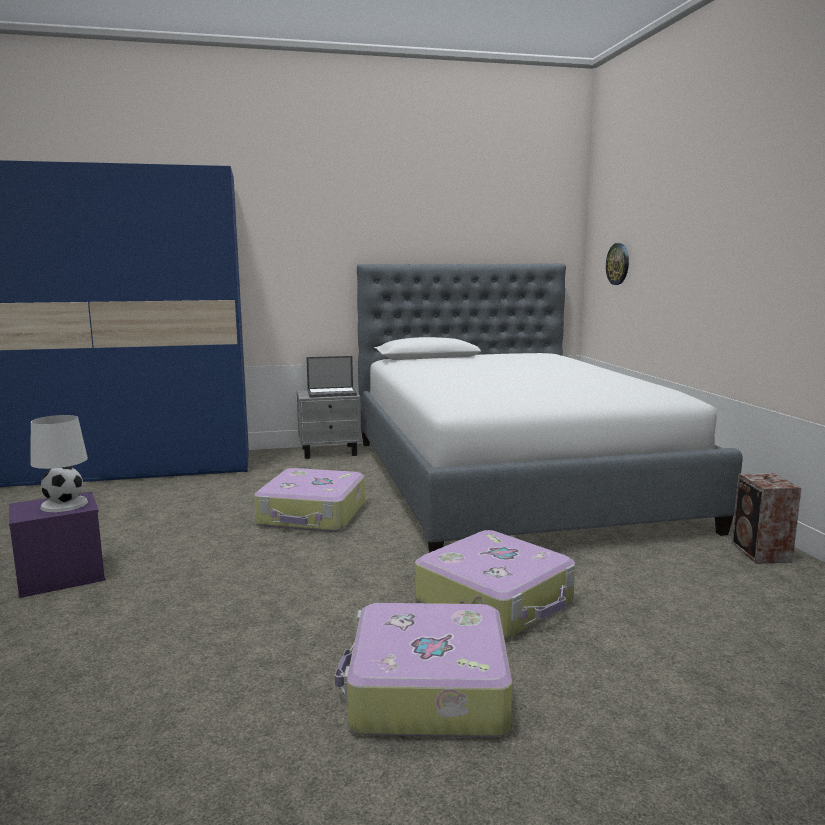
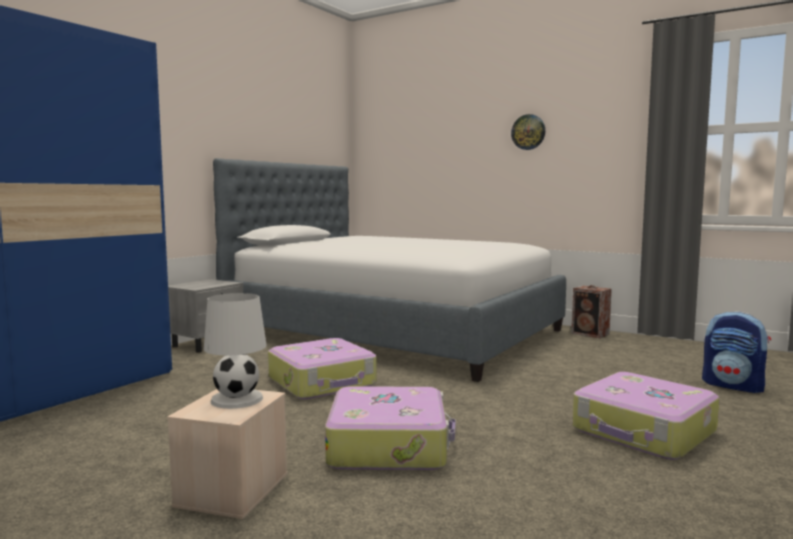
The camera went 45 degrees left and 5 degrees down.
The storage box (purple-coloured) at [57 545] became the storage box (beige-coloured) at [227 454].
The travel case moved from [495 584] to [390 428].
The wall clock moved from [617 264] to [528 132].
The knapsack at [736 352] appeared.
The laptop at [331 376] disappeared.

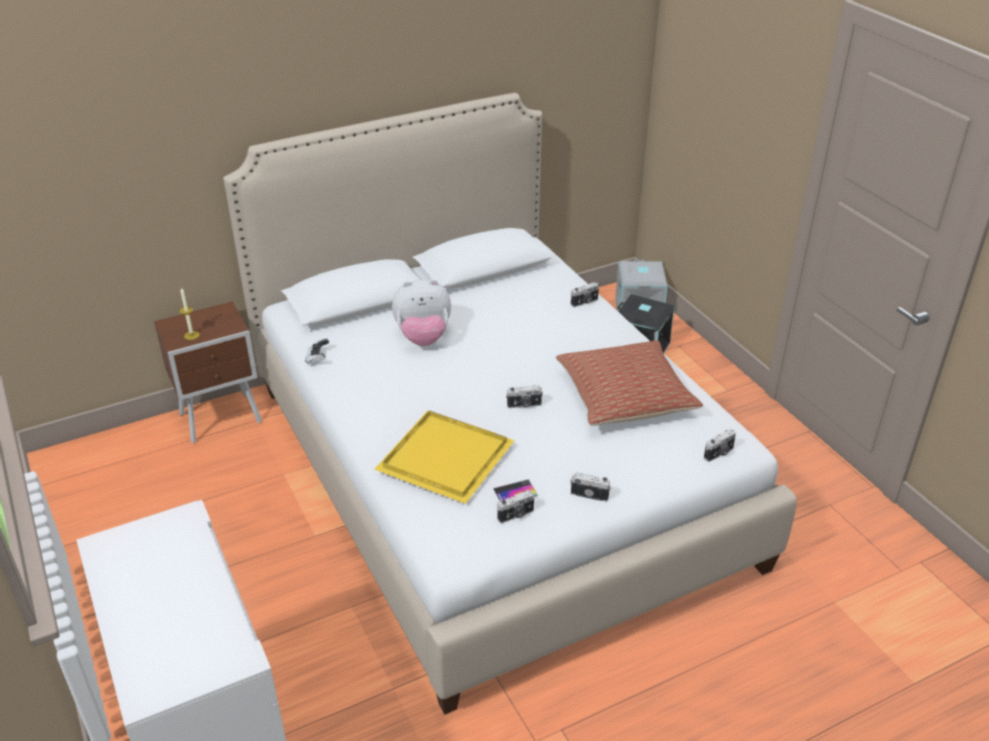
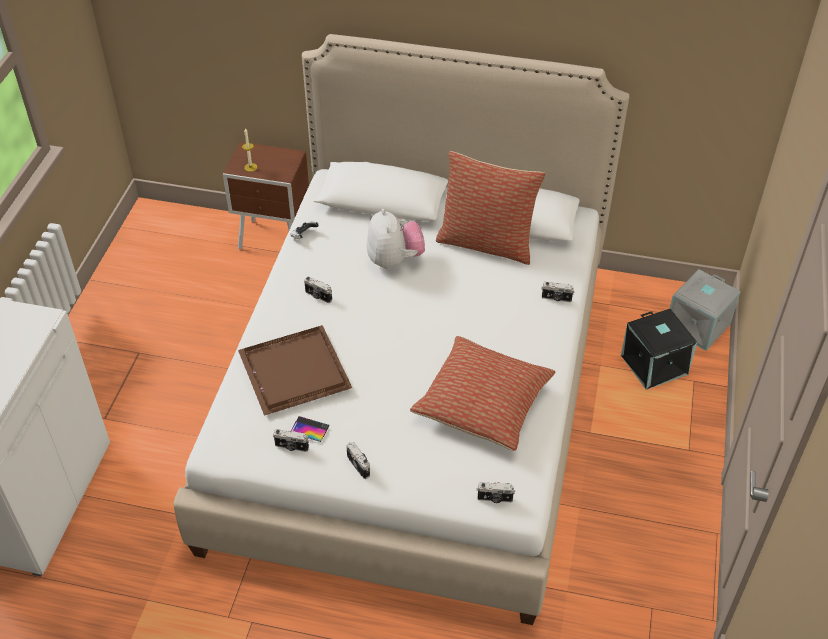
The camera went 40 degrees right and 10 degrees up.
The serving tray (yellow) at [444 457] became the serving tray (brownish) at [295 370].
The photo camera moved from [524 396] to [318 290].
The plush toy at [421 312] turned 135 degrees counterclockwise.
The pillow at [490 208] appeared.

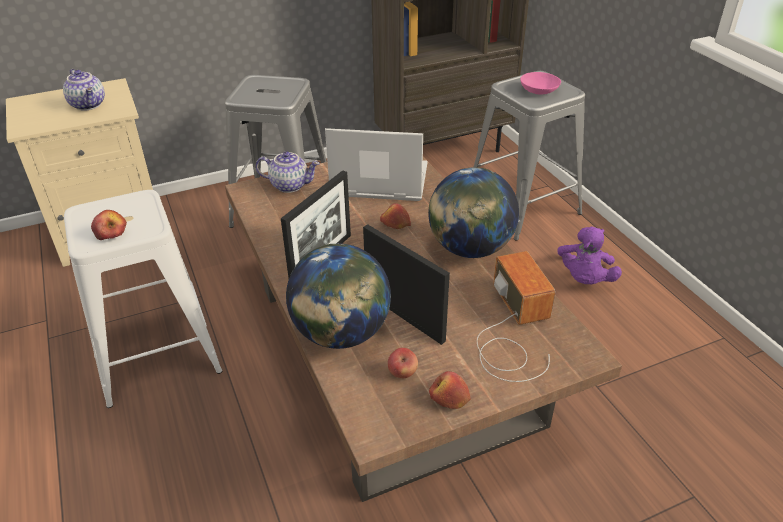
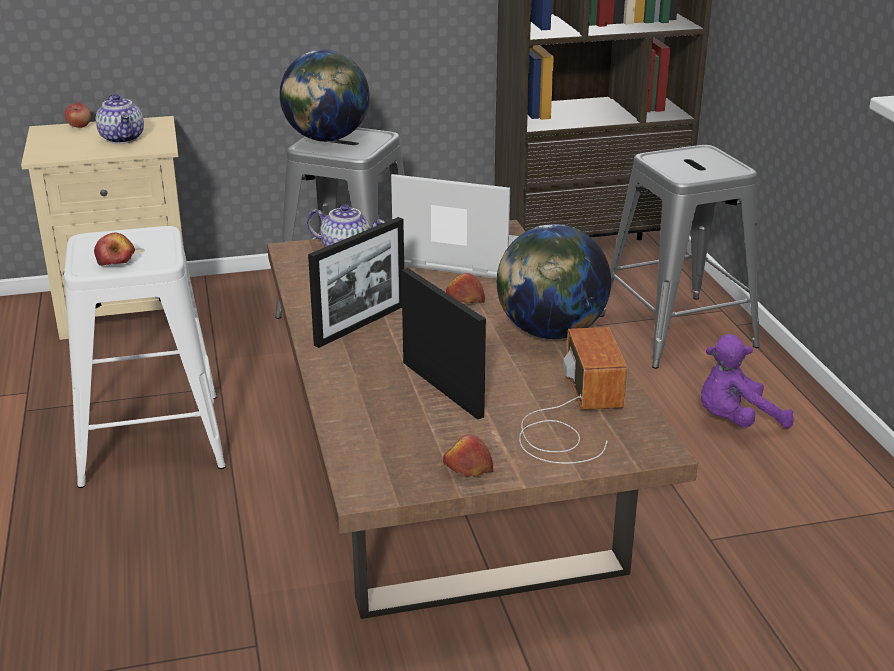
The camera went 10 degrees right and 10 degrees down.
The apple fruit moved from [403 363] to [78 115].
The world globe moved from [338 296] to [325 95].
The plush toy (purple-coloured) at [590 255] turned 45 degrees clockwise.
The deep dish (pinkish) at [540 83] disappeared.

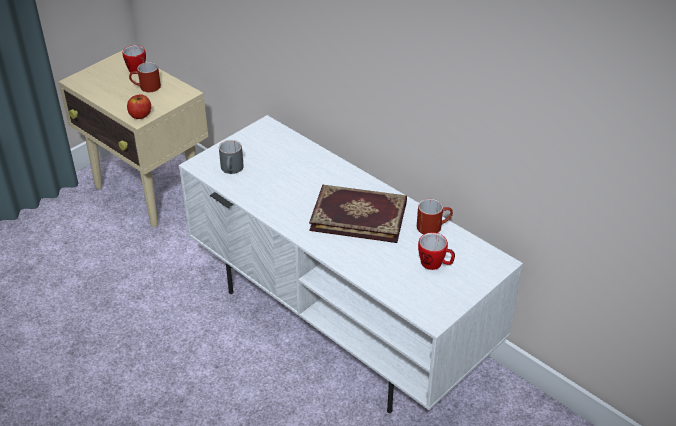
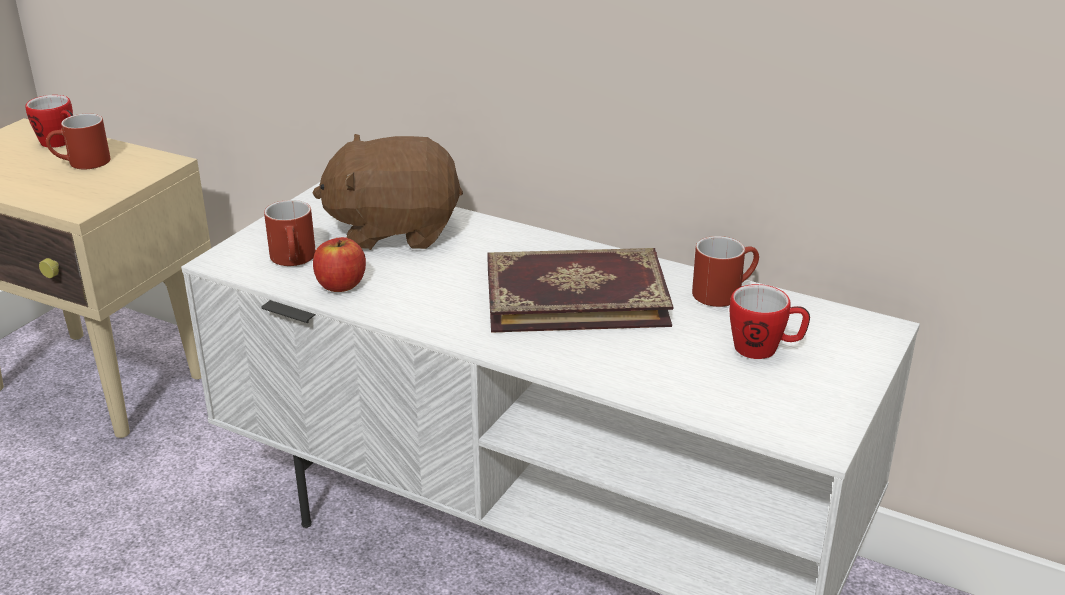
The camera went 15 degrees left and 10 degrees down.
The tea mug (gray) at [231 157] became the tea mug (red-coloured) at [290 233].
The plush toy (brownish) at [388 192] appeared.
The apple fruit moved from [139 106] to [339 264].

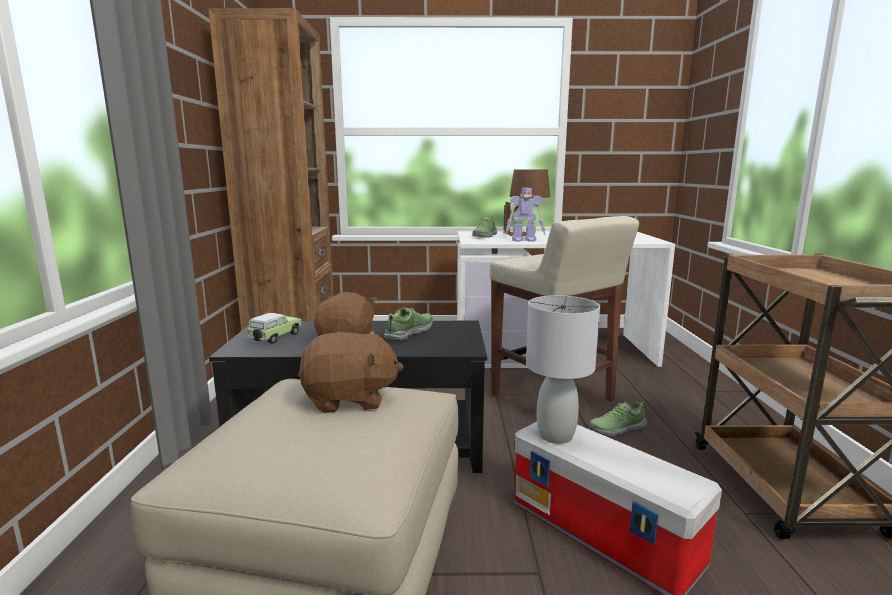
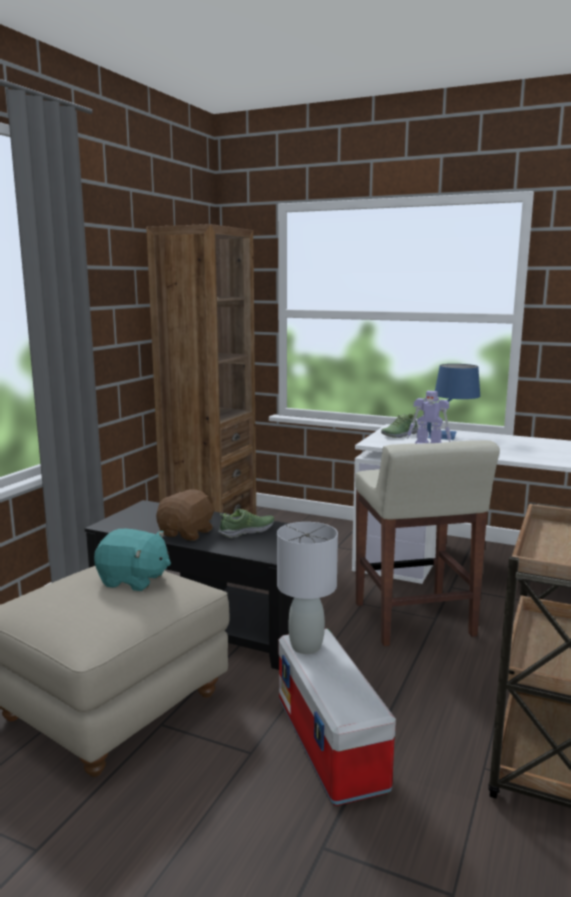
The camera went 25 degrees right and 0 degrees up.
The plush toy (brownish) at [351 372] became the plush toy (turquoise-coloured) at [132 560].
The tabletop lamp (brownish) at [527 203] became the tabletop lamp (bluish) at [453 402].
The toy car at [274 328] disappeared.
The low shoe at [618 418] disappeared.

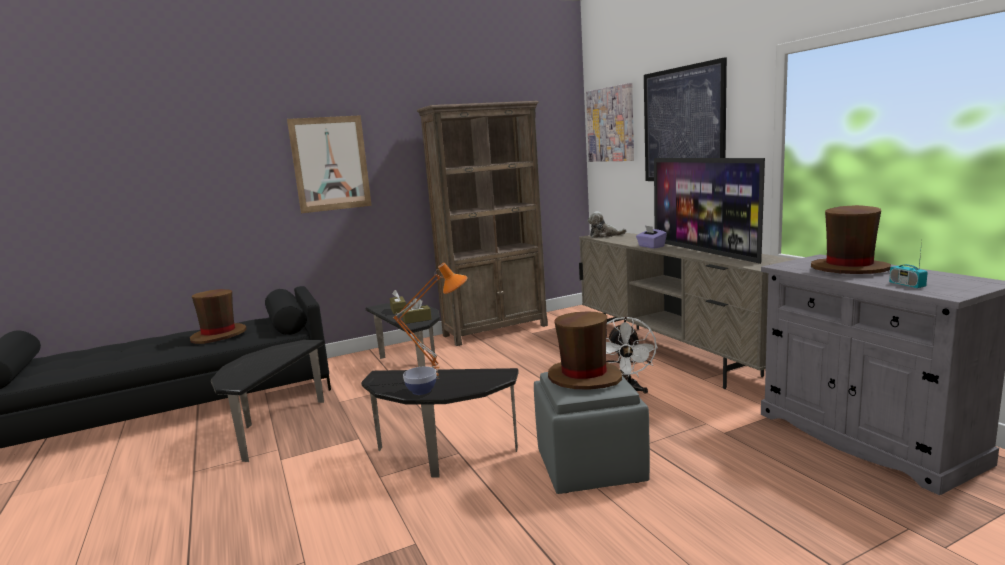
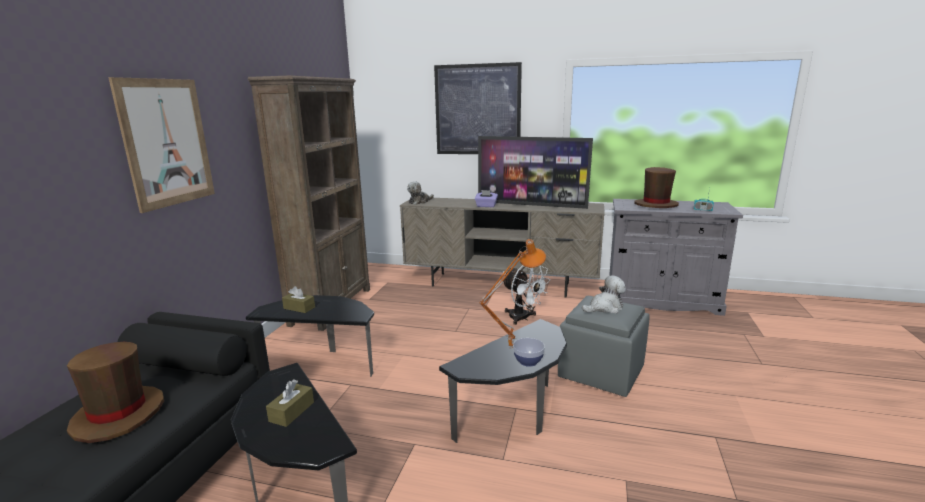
The camera went 50 degrees left and 5 degrees up.
The tissue box (brownish) moved from [416 311] to [290 403].
The hat (brownish) at [585 351] was replaced by the plush toy at [604 294].
The picture at [610 122] disappeared.

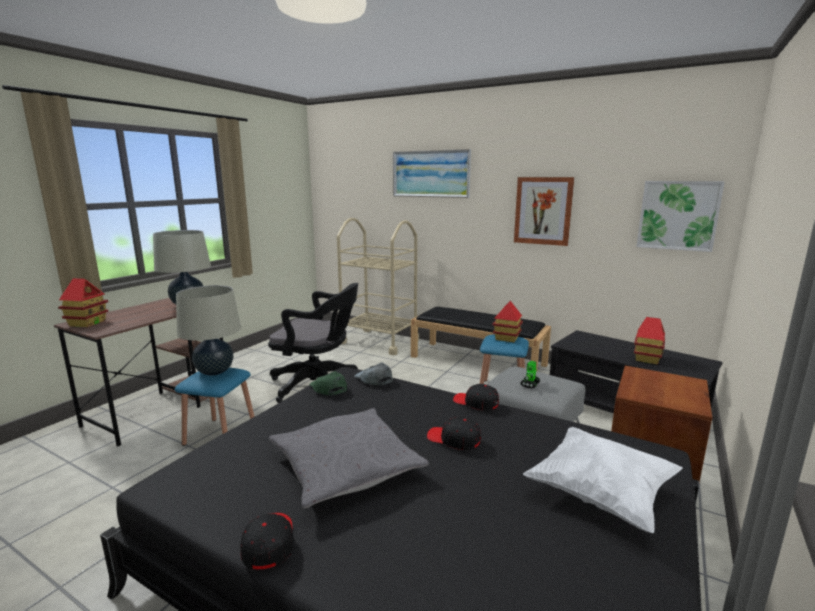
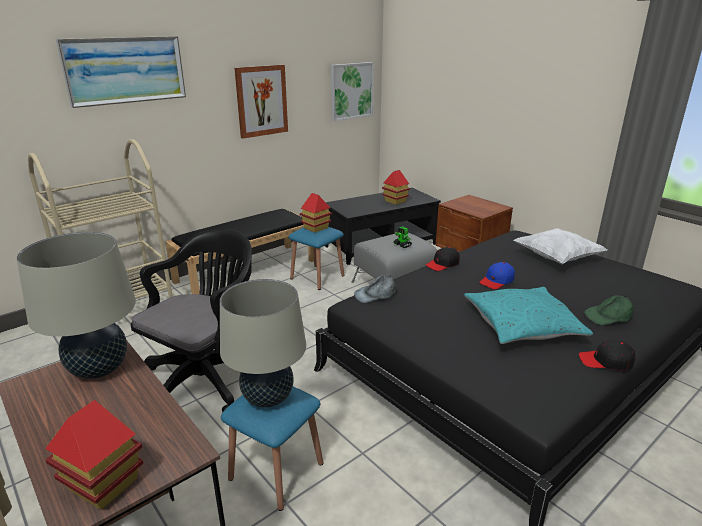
The camera went 70 degrees left and 10 degrees up.
The pillow (gray) at [349 458] became the pillow (turquoise-coloured) at [528 315].
The cap (black) at [454 433] became the cap (bluish) at [497 275].
The cap (green) moved from [328 383] to [609 310].

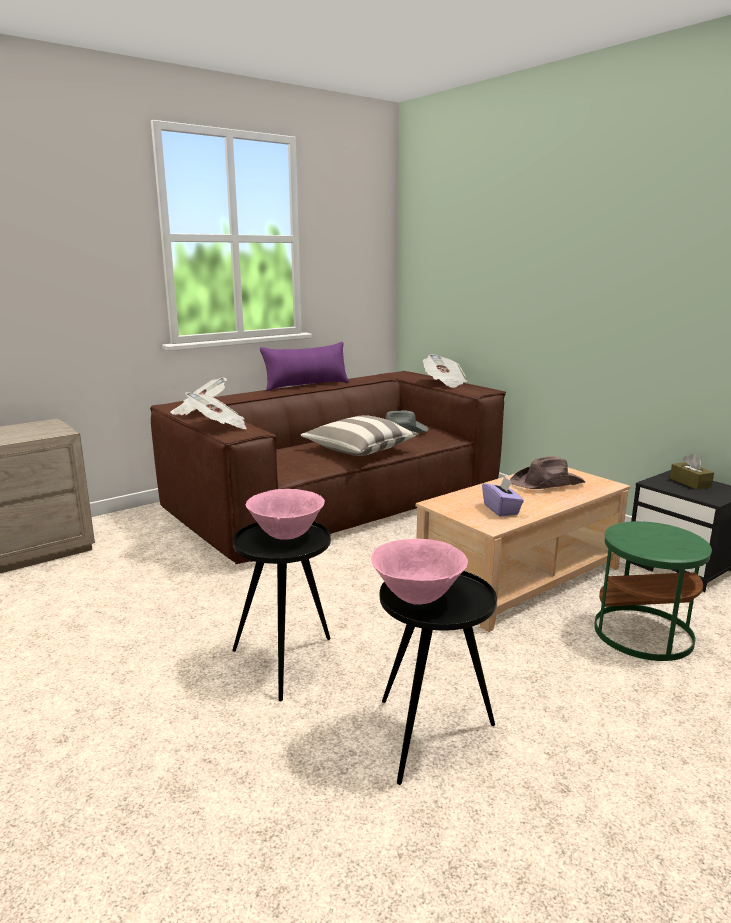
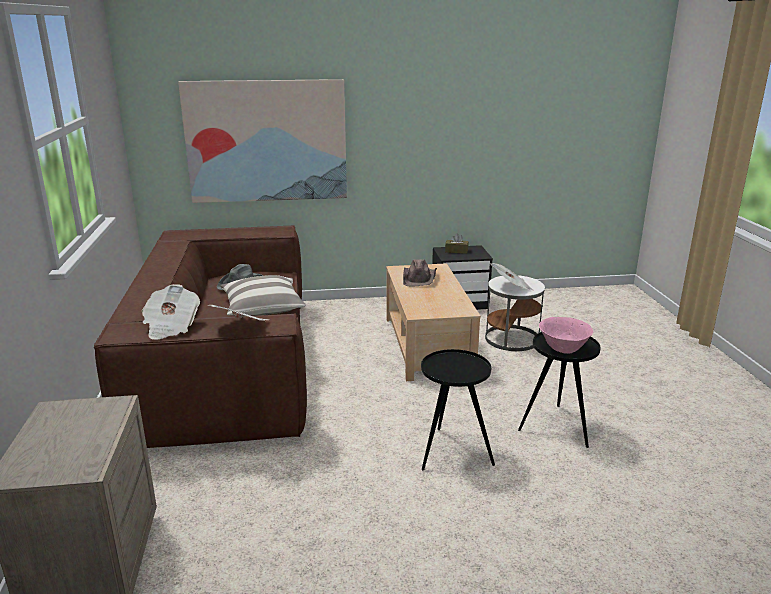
The camera went 60 degrees left and 5 degrees up.
The picture at [262 141] appeared.
The accent table (green) at [653 591] became the accent table (whitish) at [515 313].
The printed paper moved from [445 371] to [511 276].
The deep dish (pinkish) at [285 514] disappeared.
The pillow (purple-coloured) at [304 366] disappeared.
The tissue box (purple-coloured) at [503 496] disappeared.

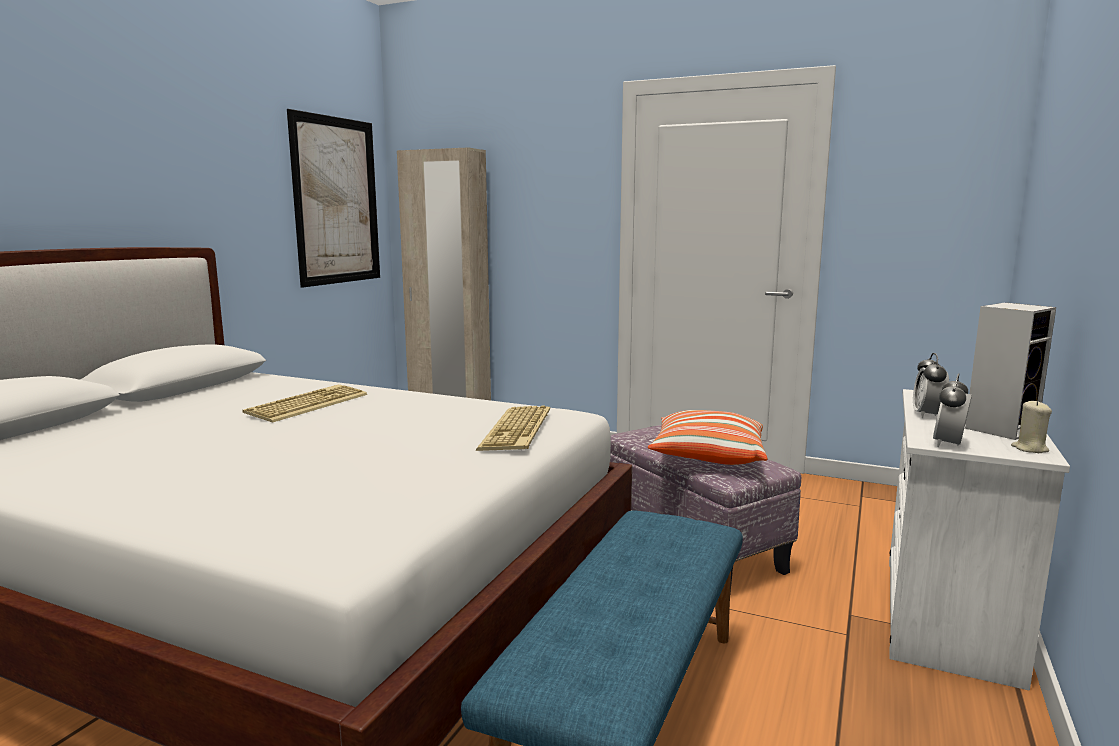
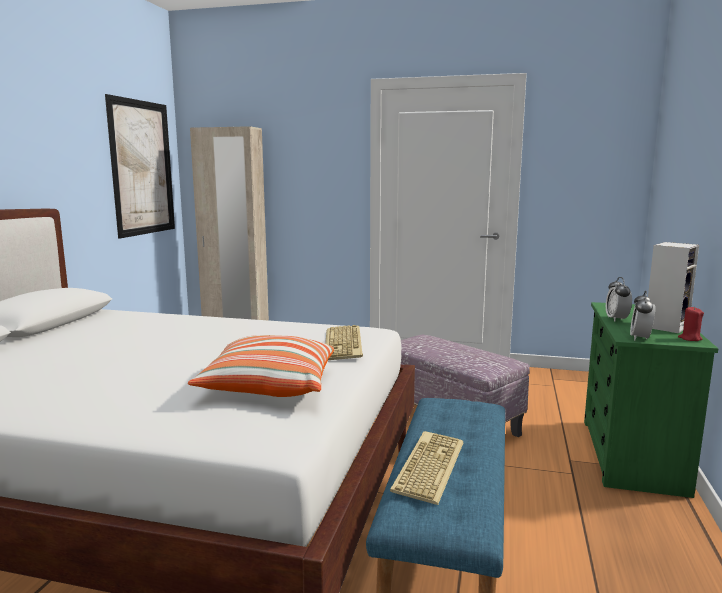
The camera went 10 degrees left and 0 degrees up.
The pillow moved from [707 437] to [261 366].
The PC keyboard moved from [304 404] to [426 468].
The chest of drawers (whitish) at [979 540] became the chest of drawers (green) at [651 400].
The wax light (beige-coloured) at [1031 426] became the wax light (red-coloured) at [691 324].

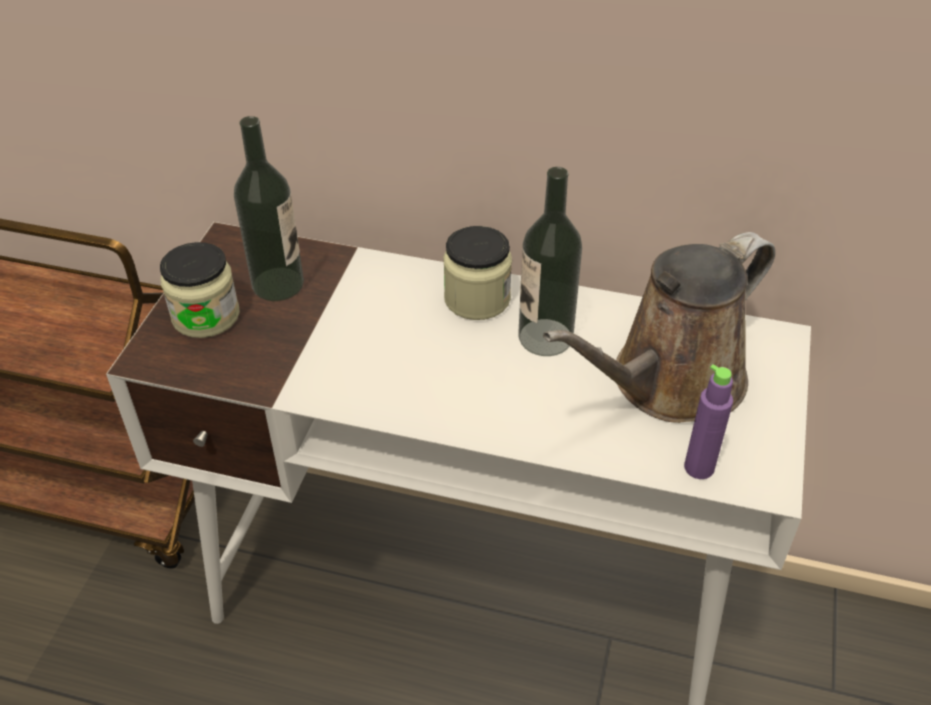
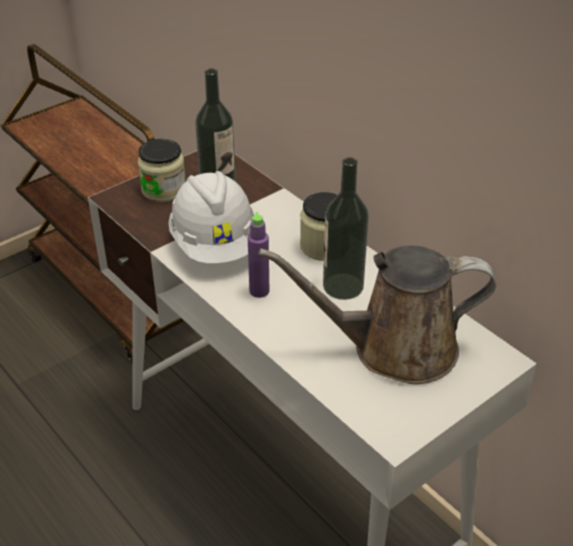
The camera went 35 degrees right and 5 degrees down.
The work helmet (whitish) at [211 217] appeared.
The beverage bottle (purple-coloured) moved from [708 421] to [258 255].

